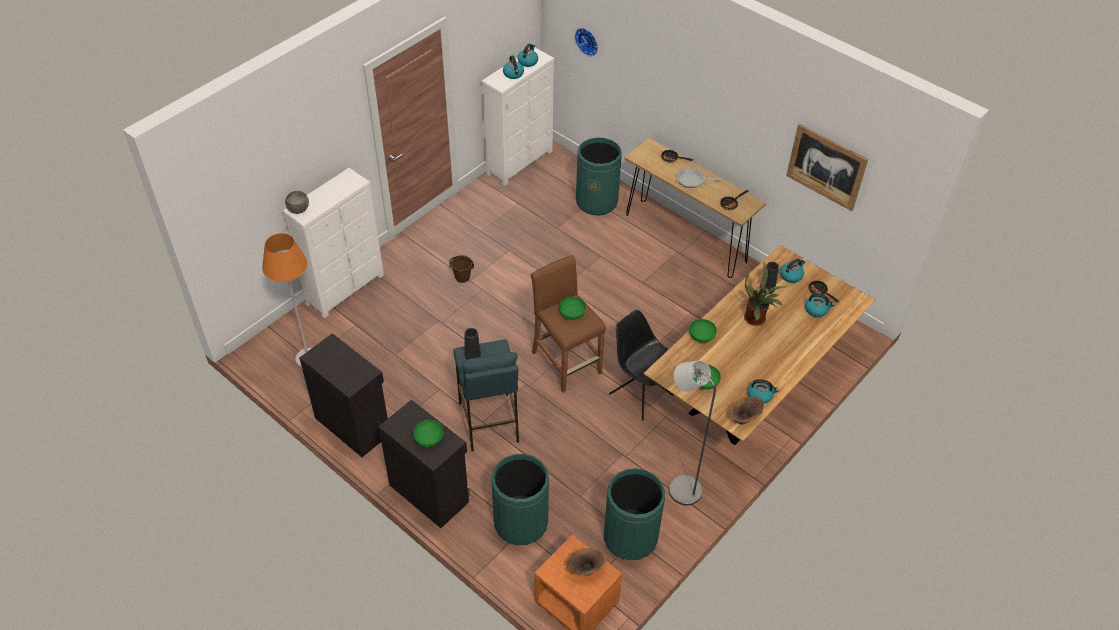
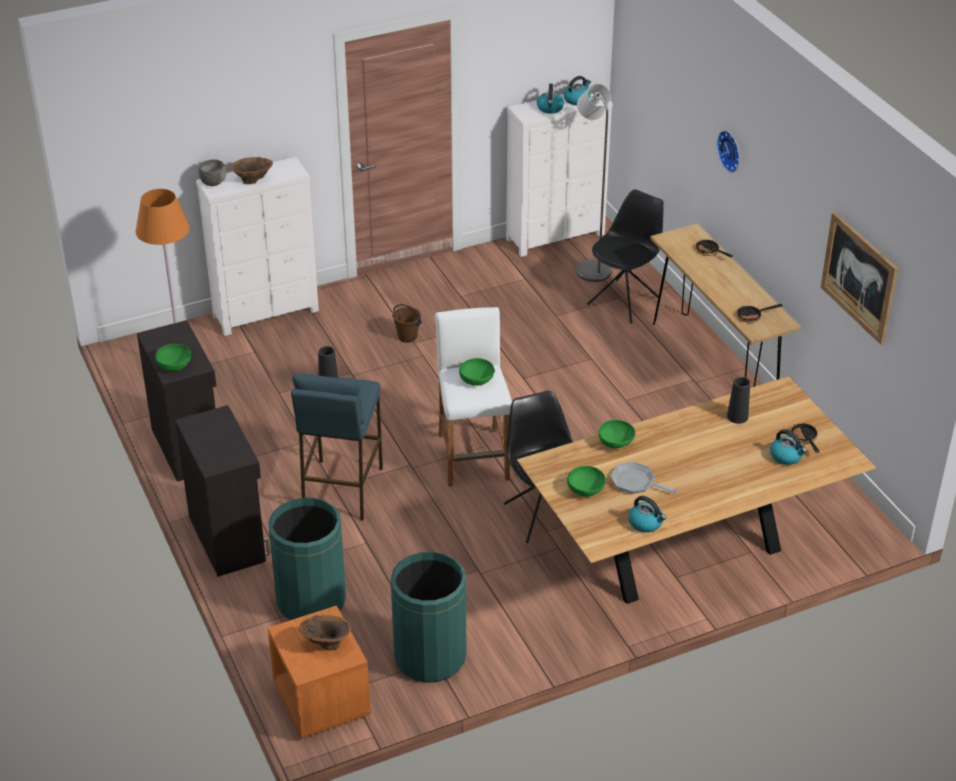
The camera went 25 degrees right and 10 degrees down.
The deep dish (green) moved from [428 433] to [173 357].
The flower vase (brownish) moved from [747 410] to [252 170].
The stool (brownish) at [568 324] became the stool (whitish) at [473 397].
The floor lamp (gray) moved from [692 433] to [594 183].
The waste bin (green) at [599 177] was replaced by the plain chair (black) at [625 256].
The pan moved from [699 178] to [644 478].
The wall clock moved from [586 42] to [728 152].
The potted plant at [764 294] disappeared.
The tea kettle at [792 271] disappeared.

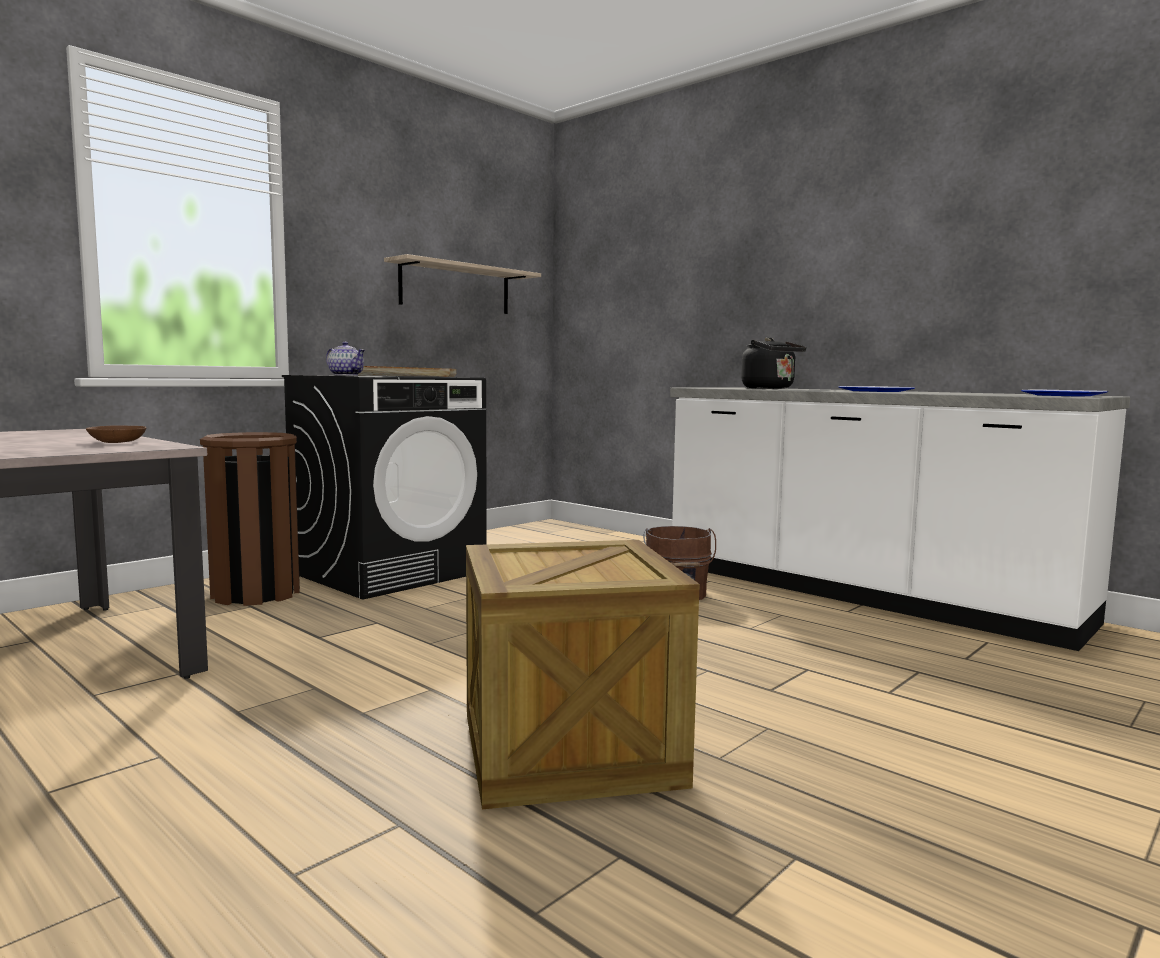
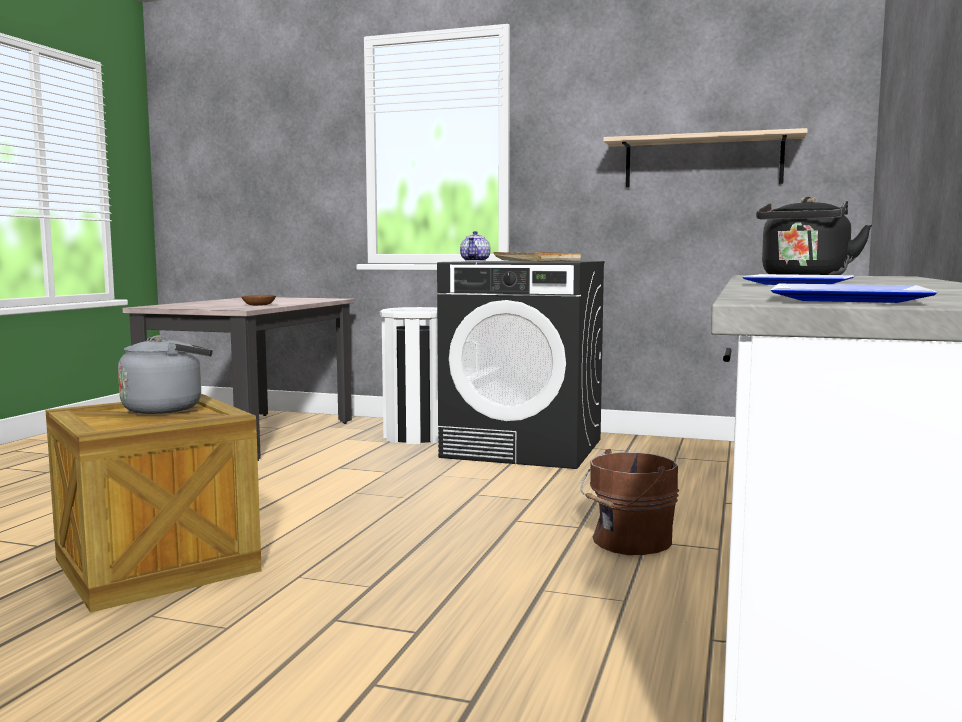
The camera went 65 degrees right and 0 degrees up.
The tea kettle (gray) at [165 374] appeared.
The waste bin (brownish) at [250 519] became the waste bin (whitish) at [409 375].

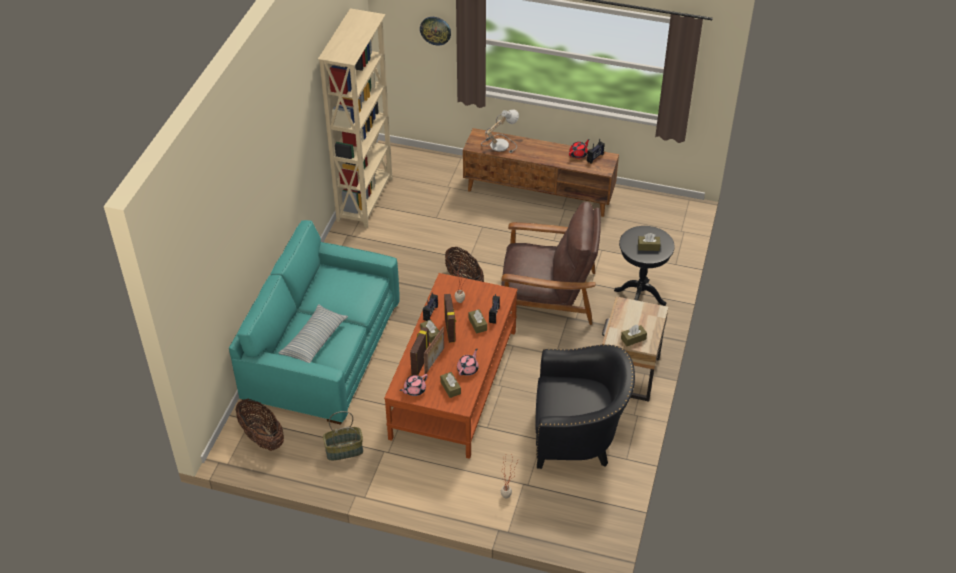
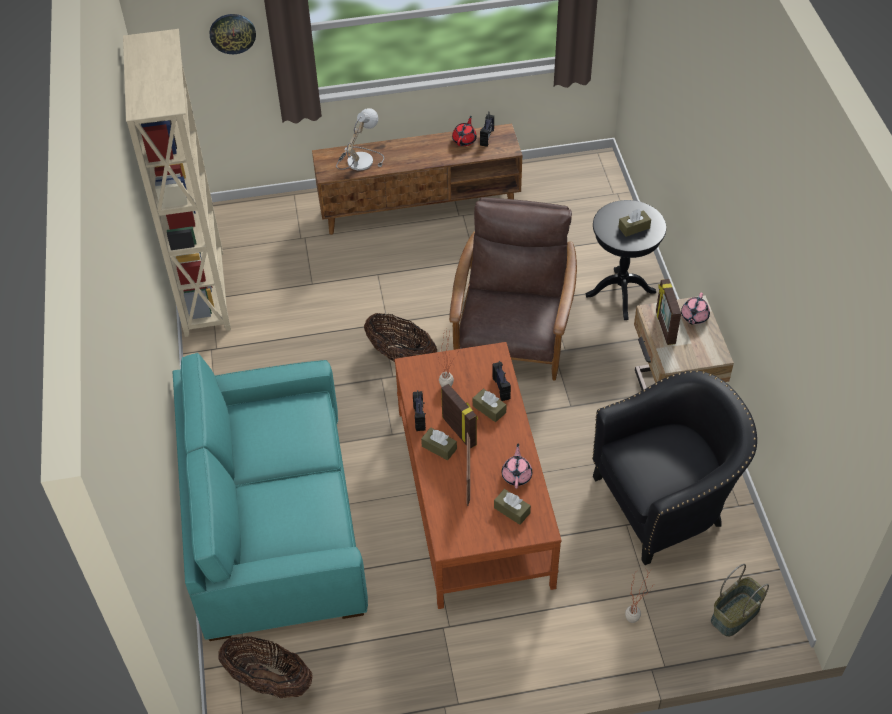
The camera went 25 degrees left and 5 degrees up.
The lounge chair (brownish) at [551 263] turned 60 degrees counterclockwise.
The photo frame moved from [419 351] to [668 312].
The tea pot (pinkish) moved from [414 385] to [695 308].
The basket moved from [343 436] to [740 600].
The pillow at [313 333] disappeared.
The tissue box (brownish) at [634 335] disappeared.

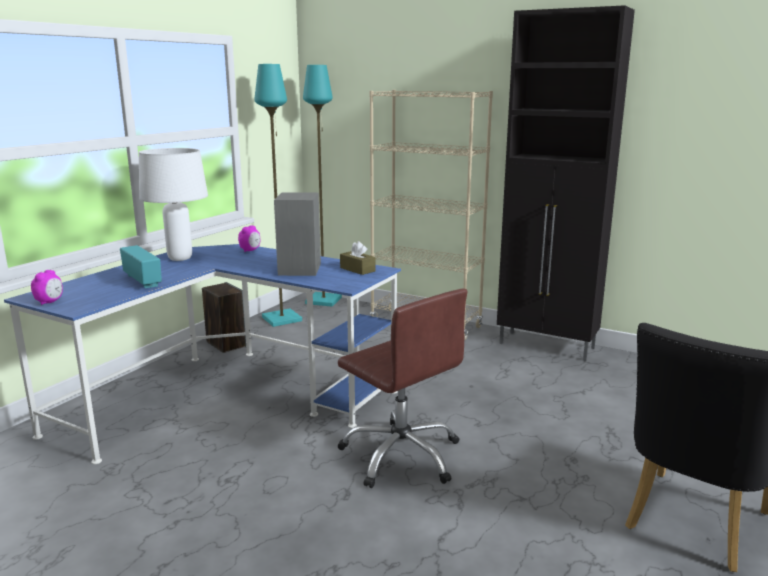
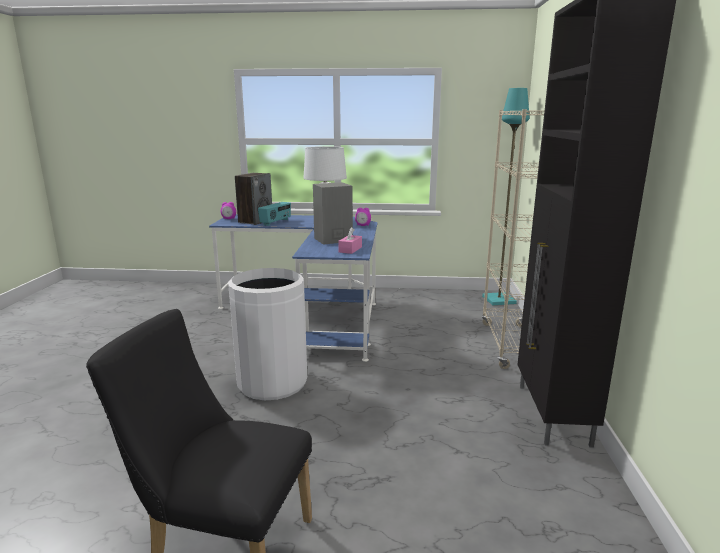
The camera went 65 degrees right and 0 degrees up.
The desk chair (brownish) at [402 388] was replaced by the waste bin (whitish) at [267 334].
The loudspeaker moved from [224 317] to [253 199].
The tissue box (brownish) at [358 258] became the tissue box (pinkish) at [350 240].
The floor lamp (turquoise-coloured) at [278 195] disappeared.

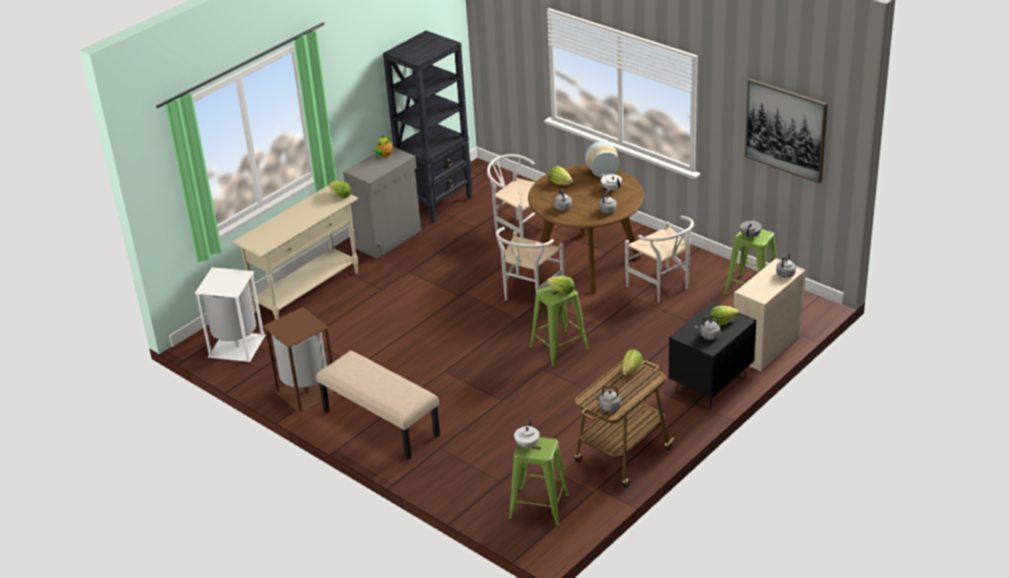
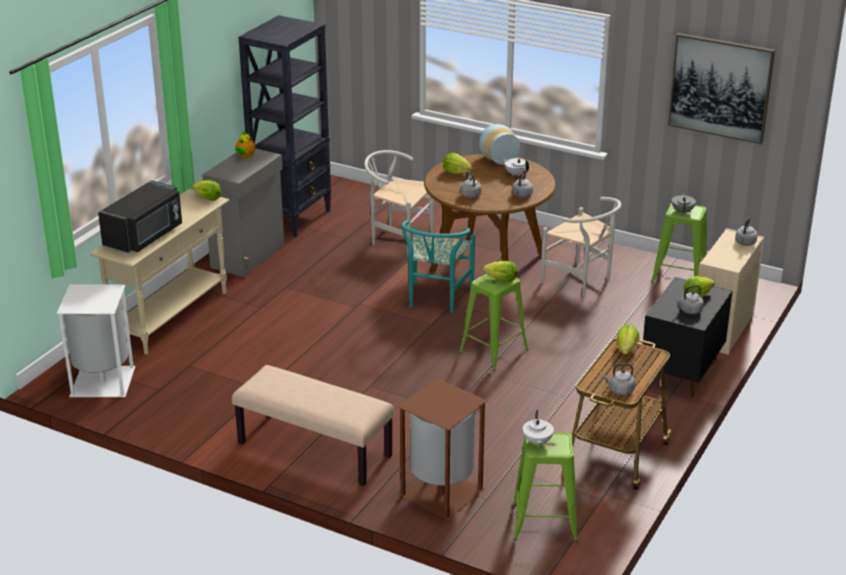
The camera went 15 degrees left and 5 degrees down.
The microwave oven (black) at [140 217] appeared.
The waste bin (brownish) moved from [300 360] to [442 449].
The plain chair (whitish) at [529 268] became the plain chair (turquoise-coloured) at [438 266].

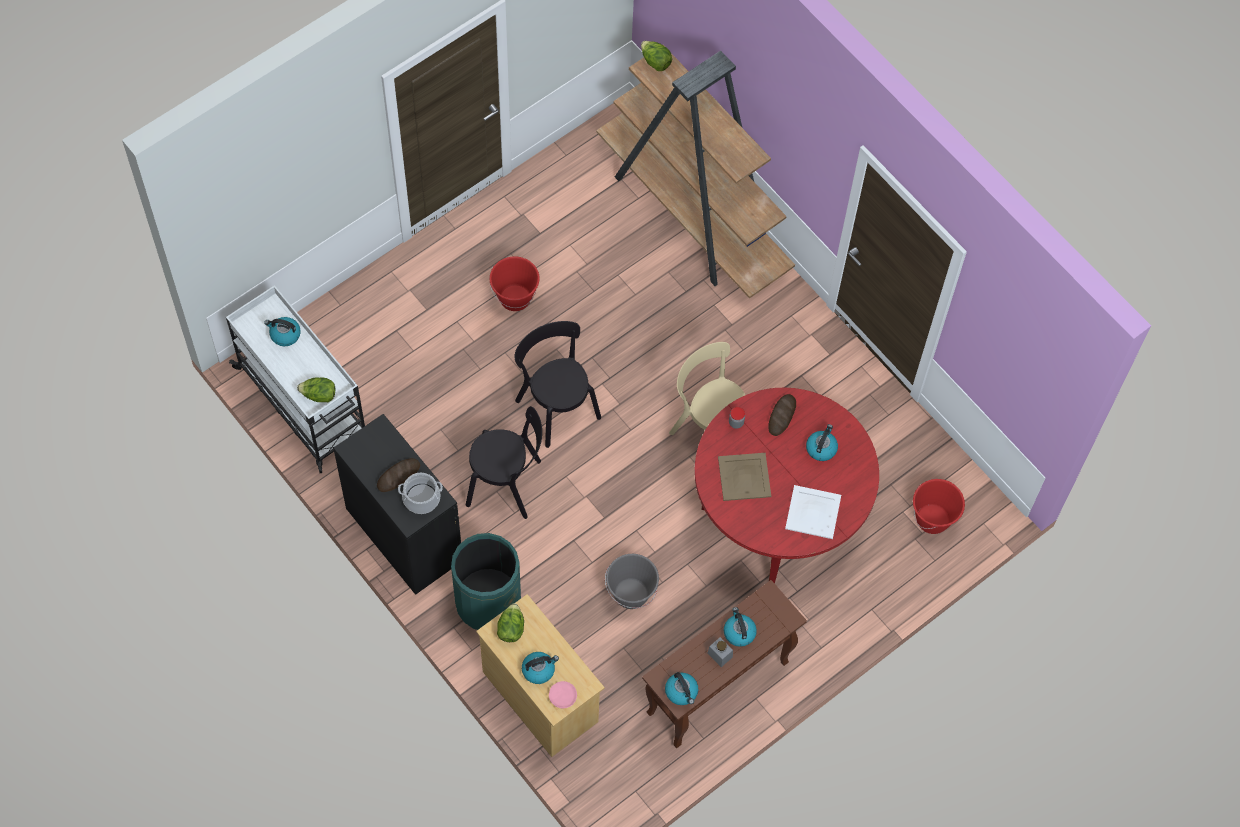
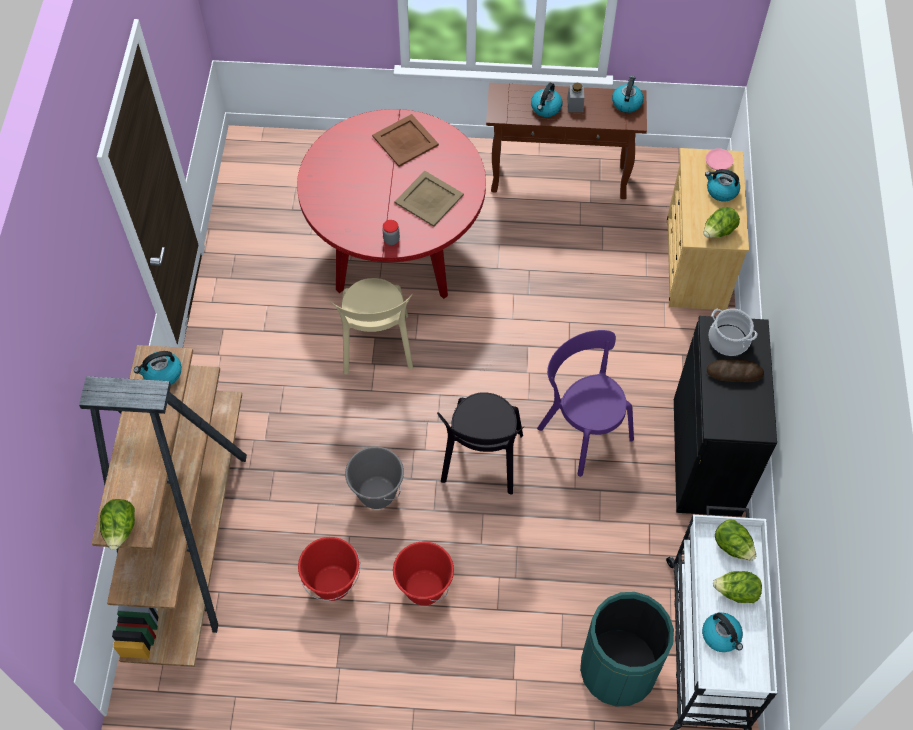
The camera went 135 degrees left and 5 degrees down.
The tea kettle moved from [822 442] to [158 368].
The bucket (red-coloured) moved from [939 506] to [329 569].
The bucket (gray) moved from [632 581] to [374 477].
The serving tray (whitish) at [813 512] became the serving tray (brownish) at [405 140].
The plain chair (black) at [504 462] became the plain chair (purple-coloured) at [585 403].
The waste bin (green) moved from [486 581] to [627 649].
The head of lettuce at [737 587] appeared.
The bread at [782 415] disappeared.

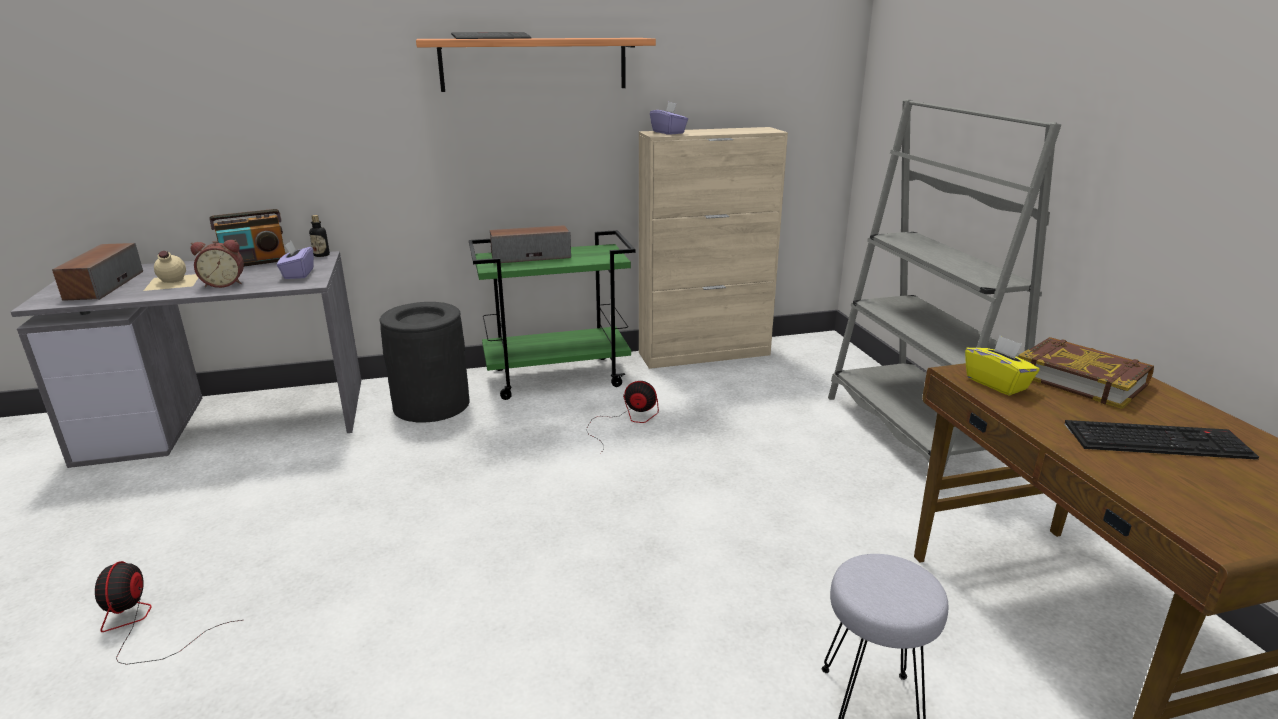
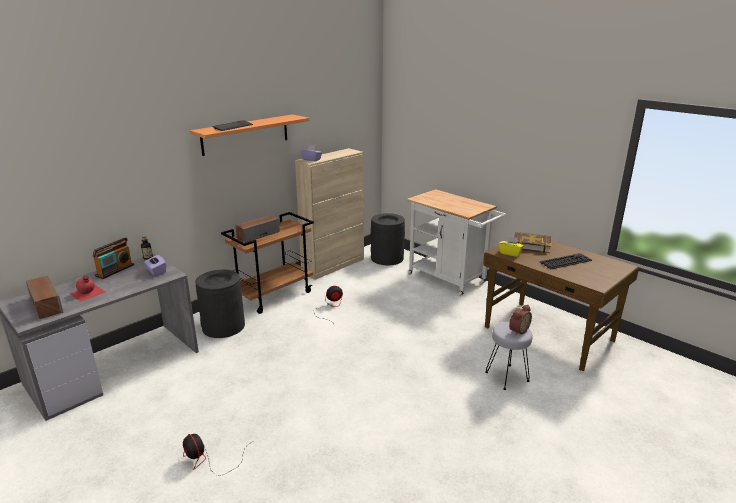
The camera went 30 degrees left and 0 degrees up.
The beverage bottle (beige-coloured) at [171 271] became the beverage bottle (red-coloured) at [87 289].
The trolley (green) at [552 315] became the trolley (brownish) at [267 263].
The waste bin (black) at [388 239] appeared.
The bookshelf (gray) at [944 286] was replaced by the trolley (whitish) at [456 242].
The table clock moved from [217 264] to [520 320].

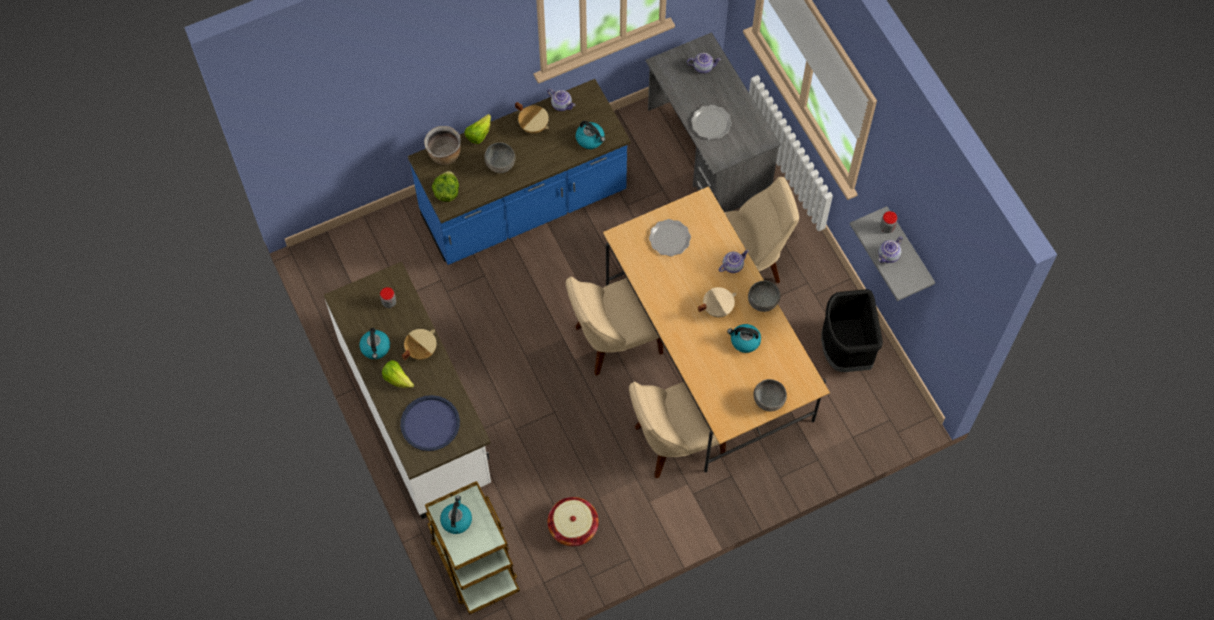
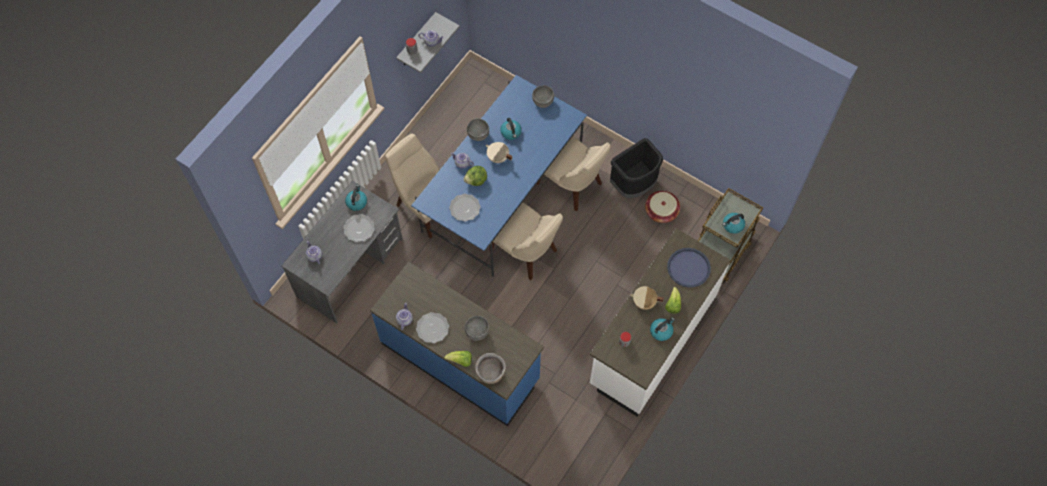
The camera went 120 degrees left and 0 degrees up.
The tea kettle moved from [590 135] to [356 198].
The dining table (beige-coloured) at [716 329] became the dining table (bluish) at [499 176].
The stockpot (beige-coloured) at [532 117] was replaced by the dinner plate at [432 327].
The head of lettuce moved from [445 186] to [475 176].
The waste bin (black) moved from [852 330] to [636 168].

